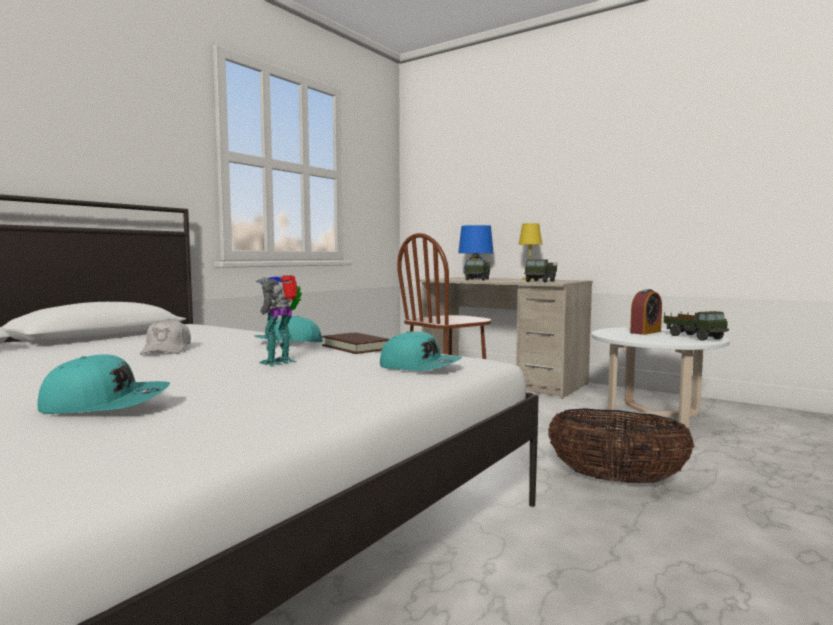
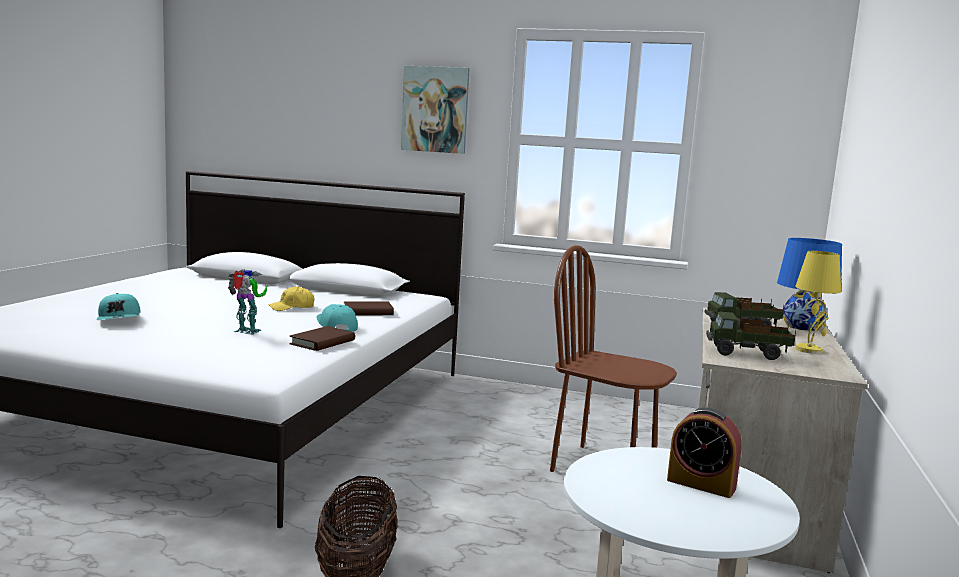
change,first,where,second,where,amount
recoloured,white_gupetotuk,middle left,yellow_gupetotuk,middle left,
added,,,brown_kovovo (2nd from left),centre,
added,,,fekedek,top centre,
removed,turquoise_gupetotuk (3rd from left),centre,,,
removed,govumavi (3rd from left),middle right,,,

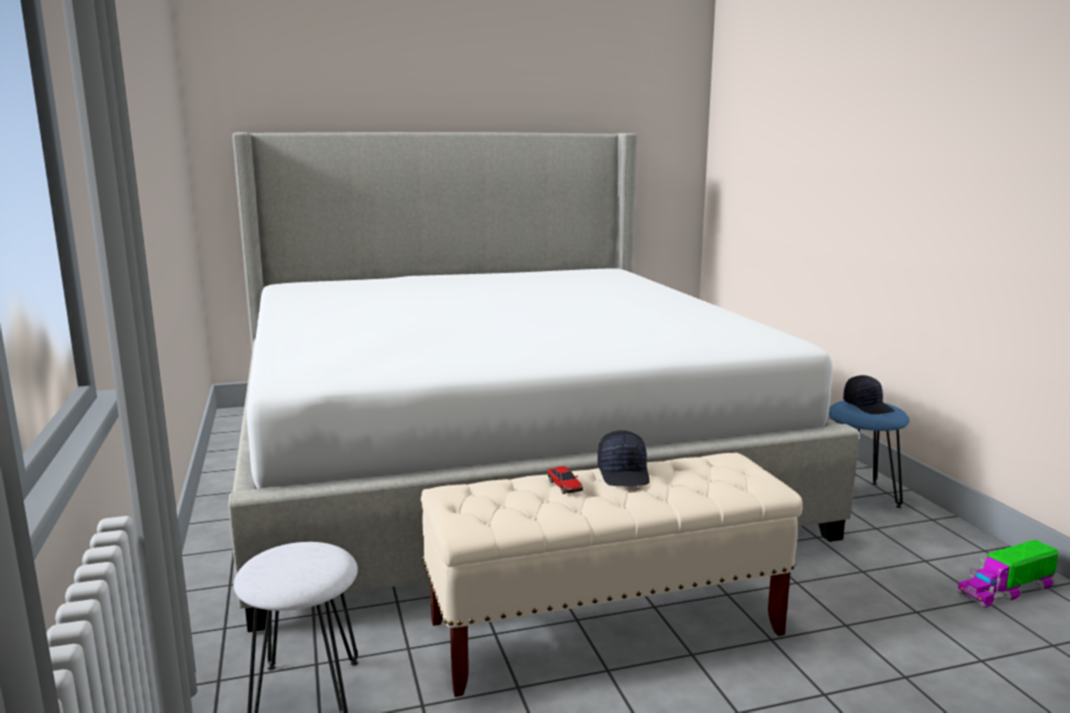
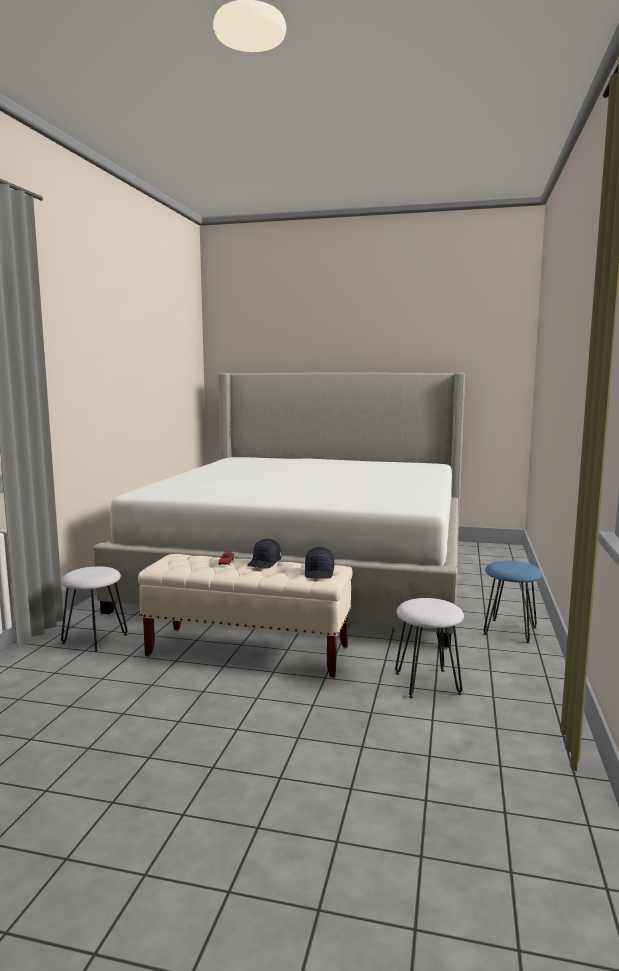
change,first,where,second,where,amount
moved,black_gupetotuk (2nd from left),middle right,,centre,
added,,,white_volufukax (2nd from left),bottom right,
removed,govumavi,bottom right,,,

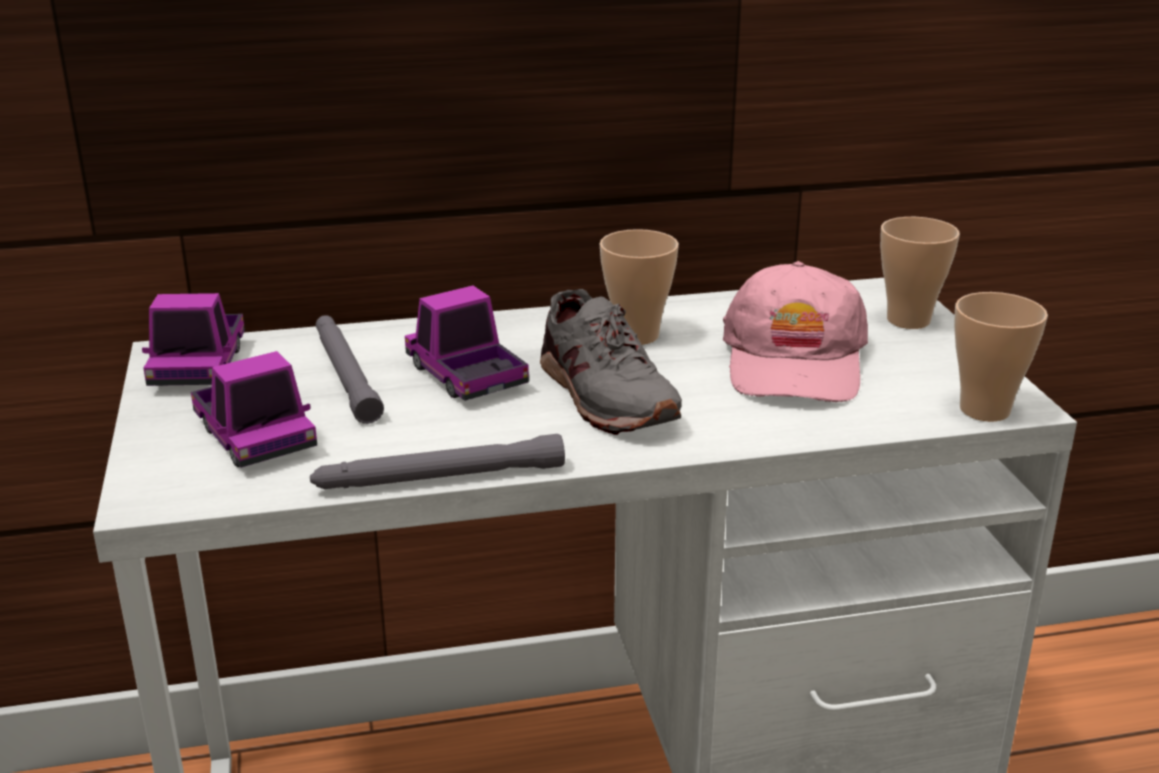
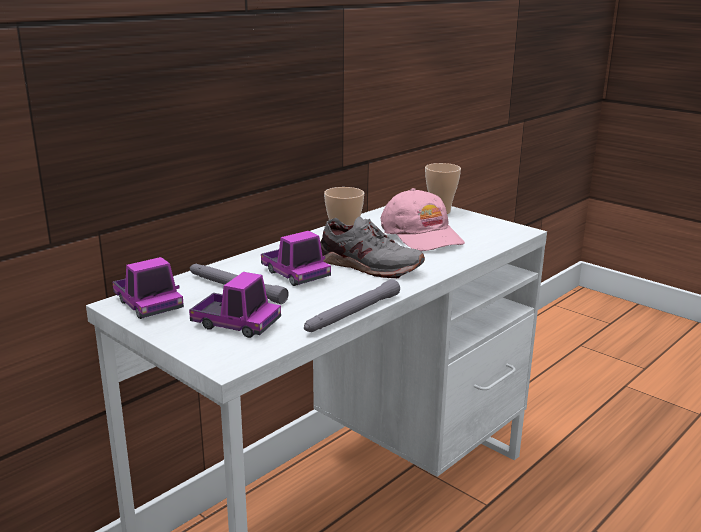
change,first,where,second,where,amount
turned,govumavi (3rd from left),centre,,centre,150 degrees counterclockwise
removed,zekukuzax (3rd from left),middle right,,,

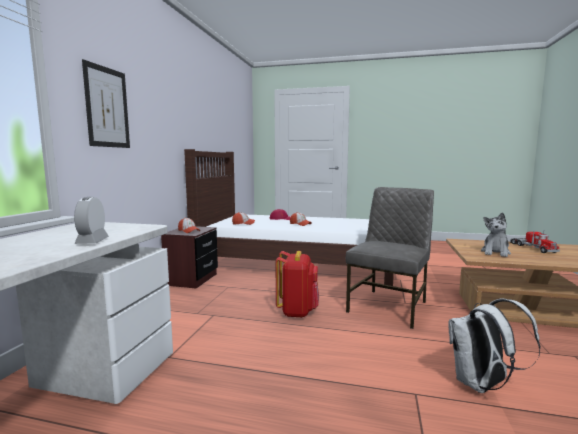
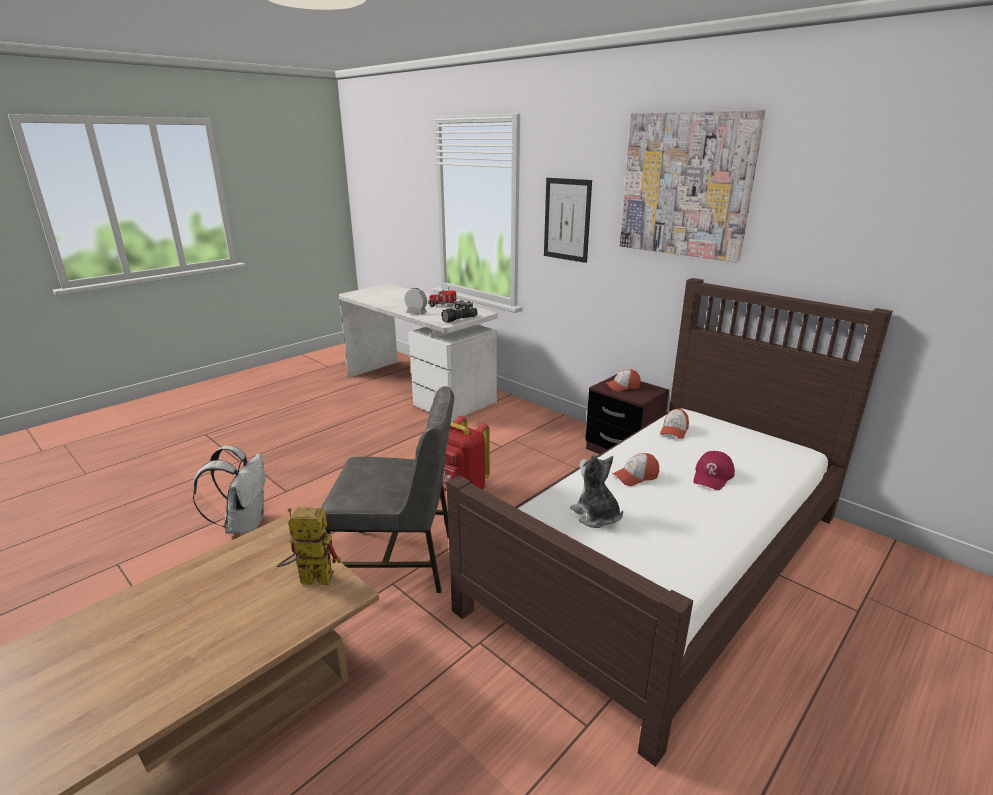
change,first,where,second,where,amount
added,,,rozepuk,bottom left,
turned,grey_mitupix,middle right,,centre,60 degrees counterclockwise
moved,govumavi,middle right,,centre,
added,,,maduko,centre,
moved,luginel,middle right,,centre,
added,,,fekedek (2nd from left),top right,

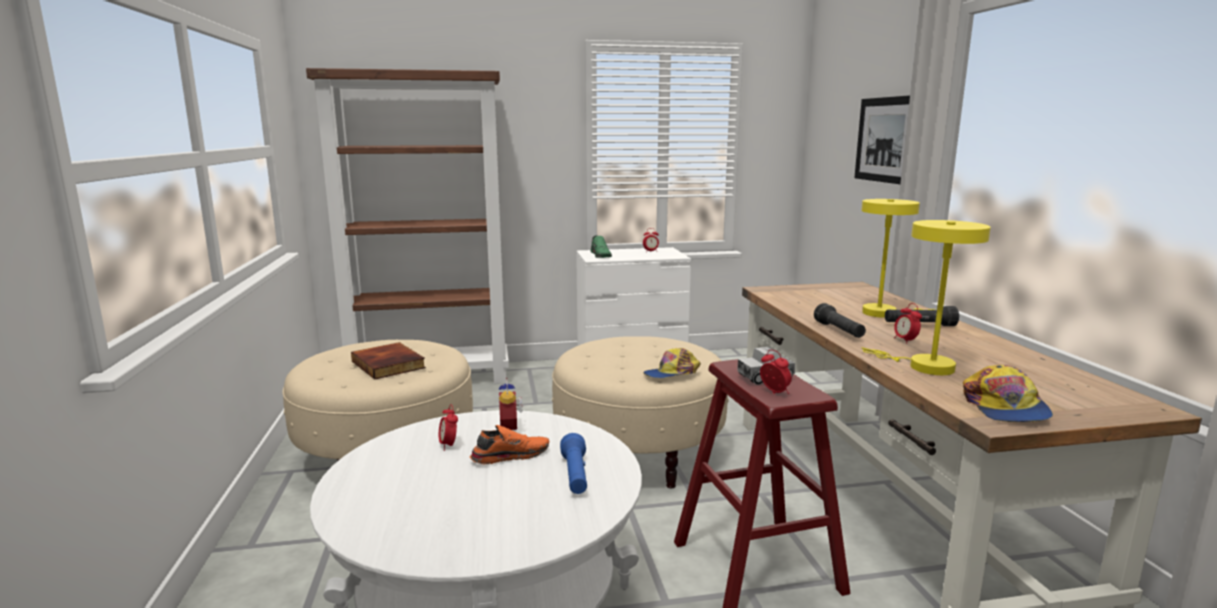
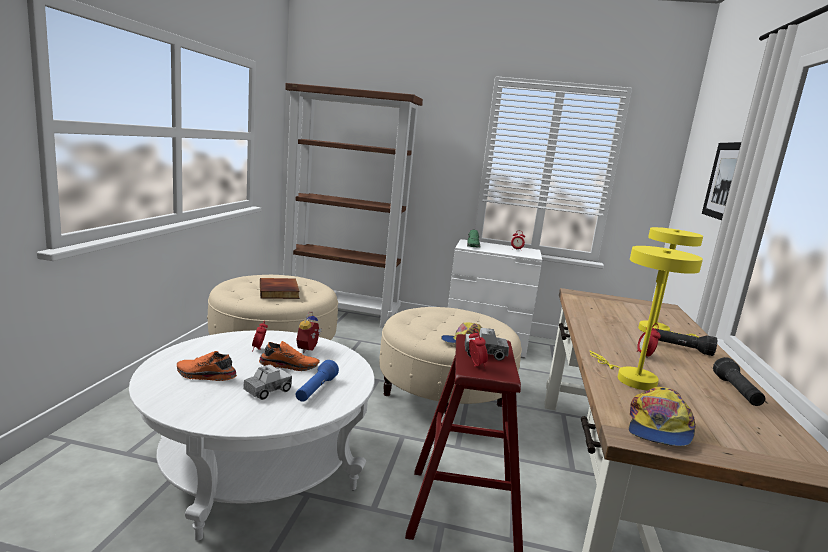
change,first,where,second,where,amount
added,,,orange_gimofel (1st from left),middle left,
added,,,govumavi (1st from left),bottom left,
moved,black_maduko (1st from left in the first image),middle right,black_maduko (2nd from left),bottom right,

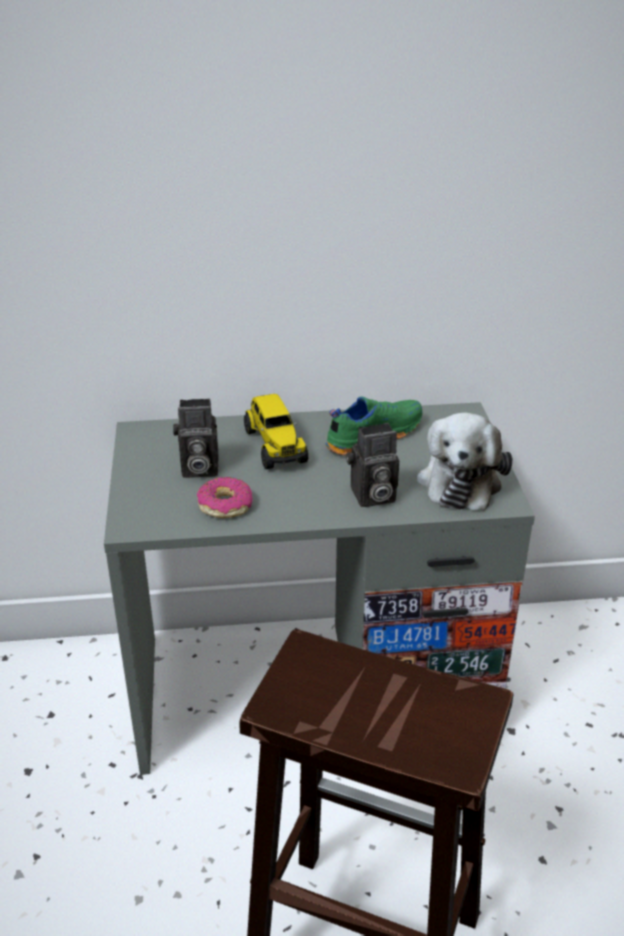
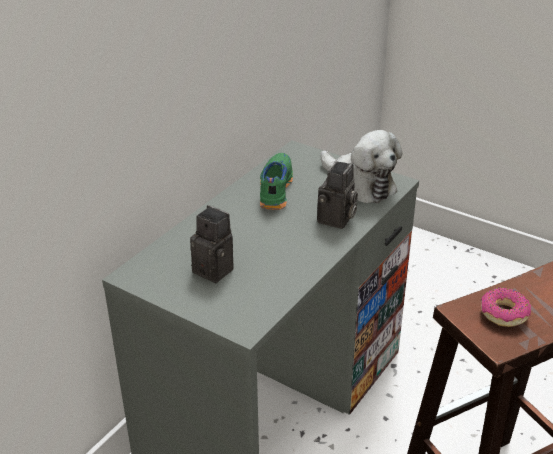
change,first,where,second,where,amount
turned,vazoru (1st from left),middle left,,centre,90 degrees counterclockwise
moved,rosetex,centre,,bottom right,
removed,govumavi,centre,,,

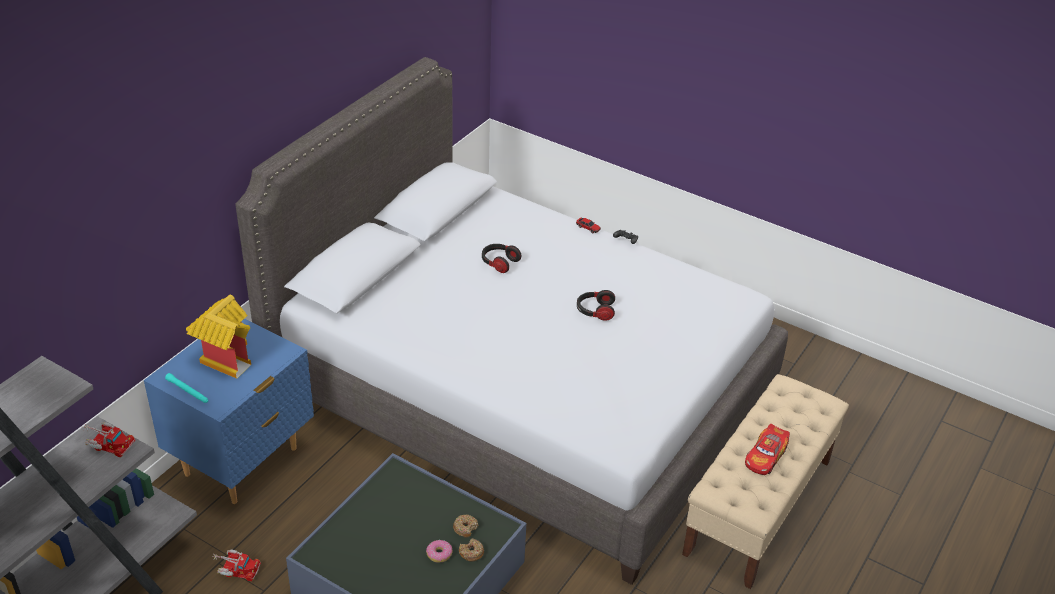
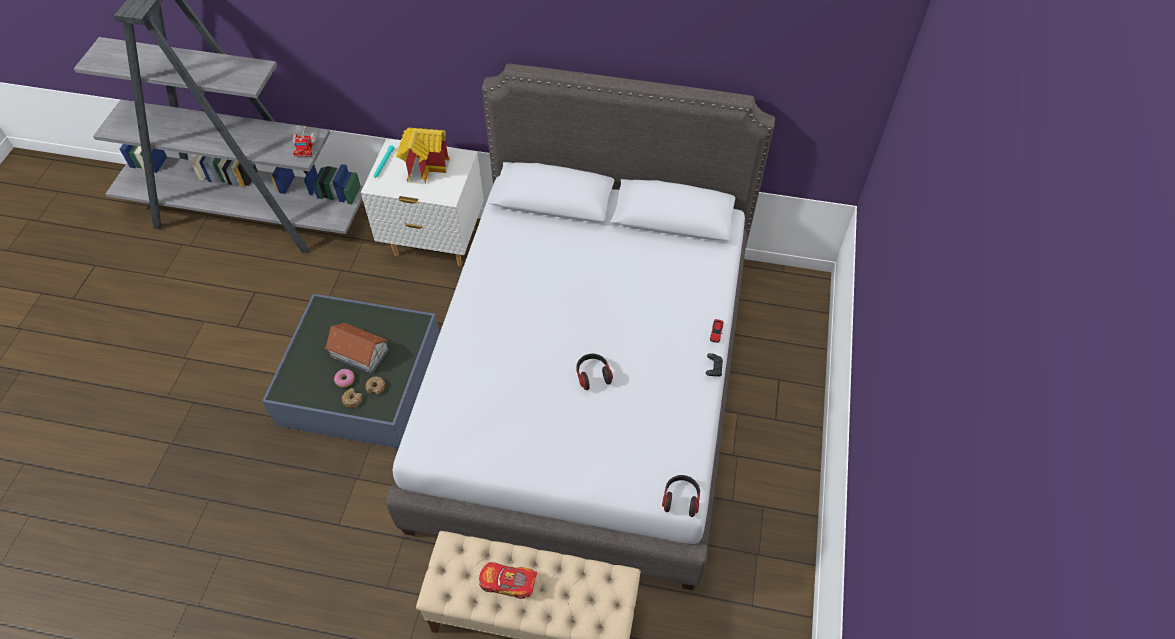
change,first,where,second,where,amount
added,,,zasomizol (1st from left),middle left,
recoloured,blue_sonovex,bottom left,white_sonovex,top centre,
moved,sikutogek (1st from left in the first image),centre,sikutogek (2nd from left),bottom centre,
removed,govumavi (2nd from left),bottom left,,,

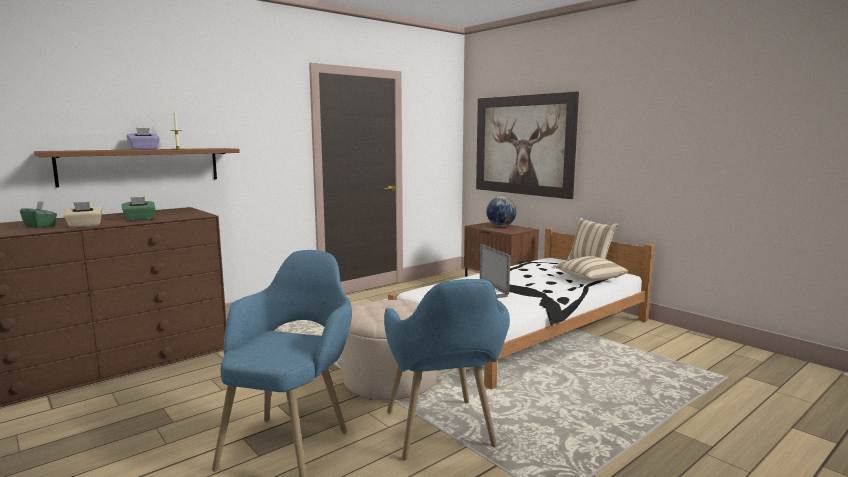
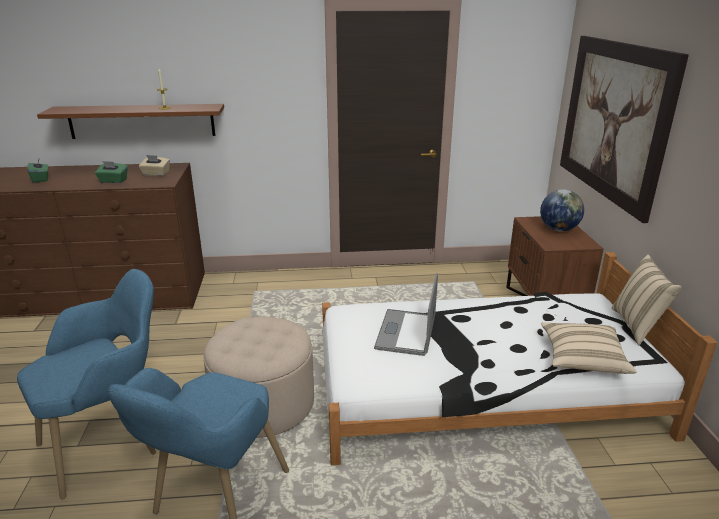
change,first,where,second,where,amount
moved,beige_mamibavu,middle left,,top left,
removed,purple_mamibavu,top left,,,

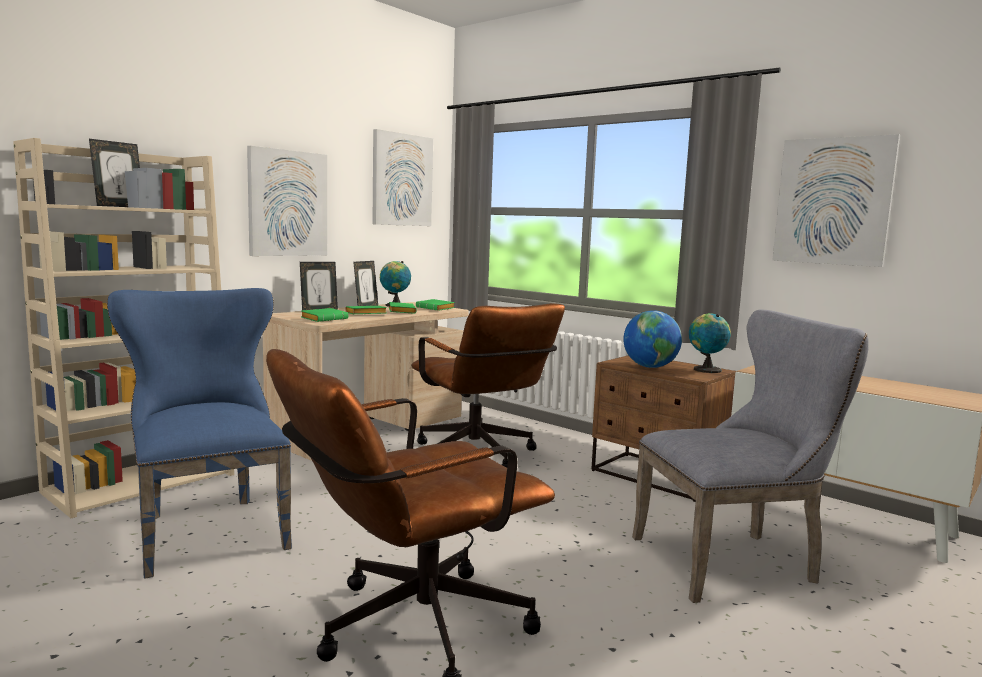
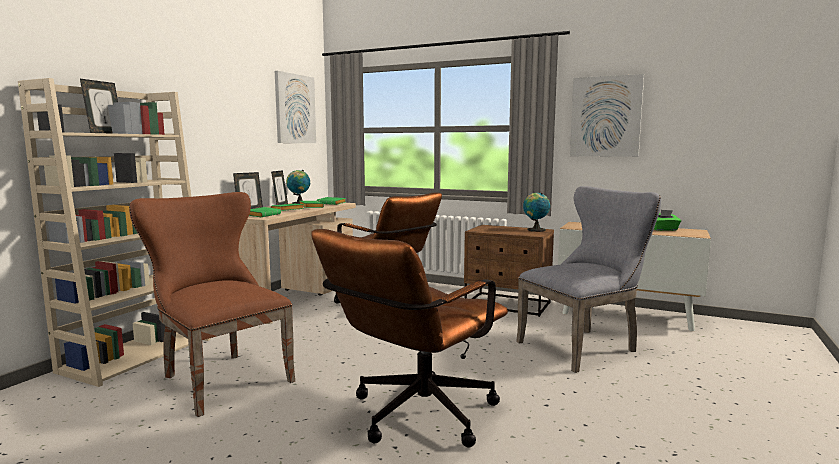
change,first,where,second,where,amount
recoloured,blue_mitupix,middle left,brown_mitupix,middle left,
added,,,green_mamibavu,middle right,
removed,fekedek (1st from left),top left,,,
removed,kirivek (2nd from left),centre,,,

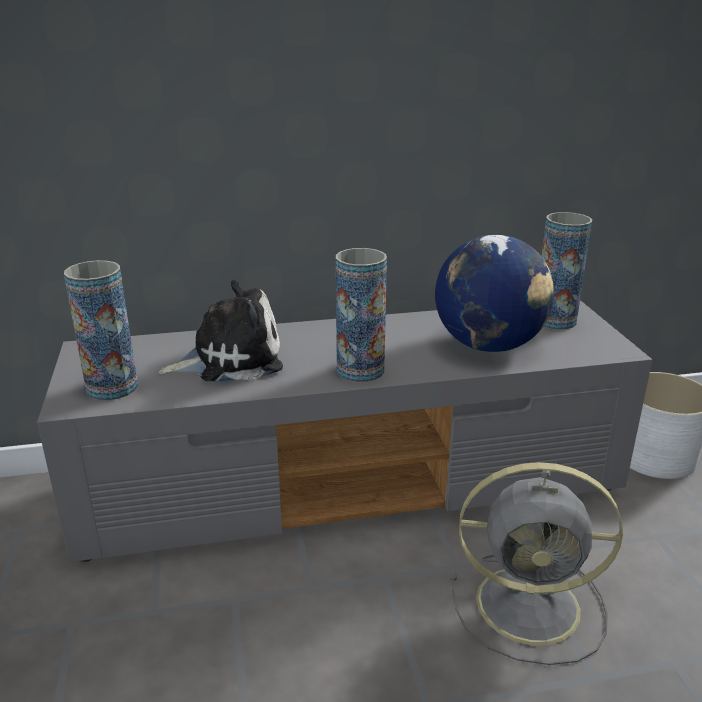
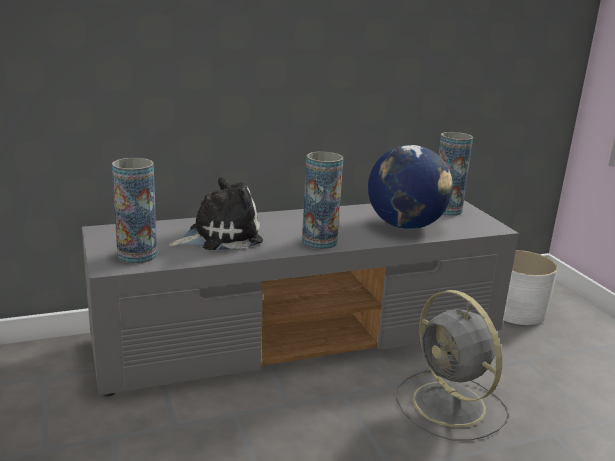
change,first,where,second,where,amount
turned,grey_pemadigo,bottom right,,bottom right,60 degrees clockwise

